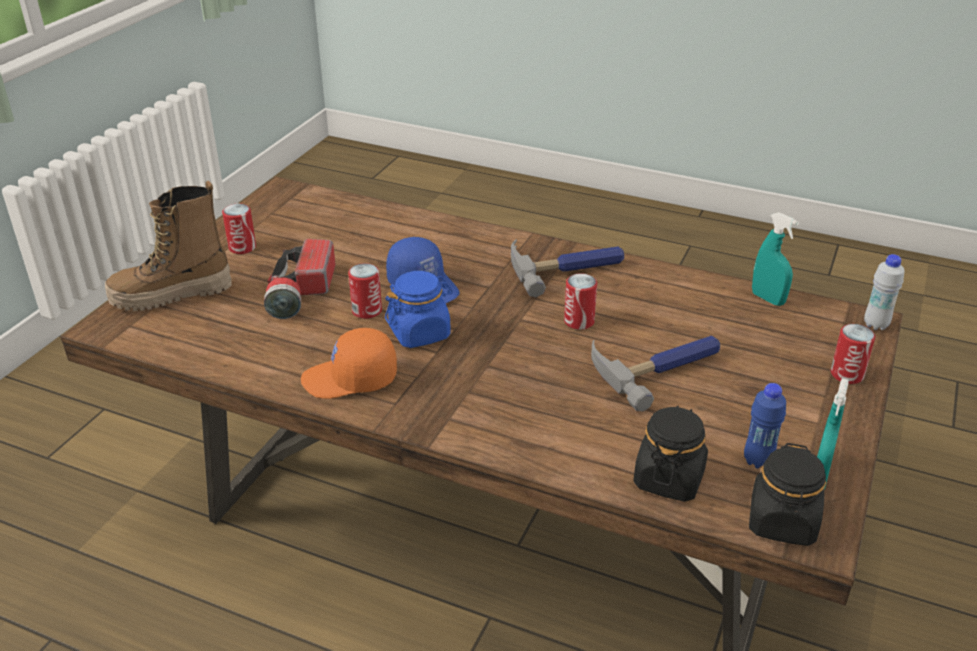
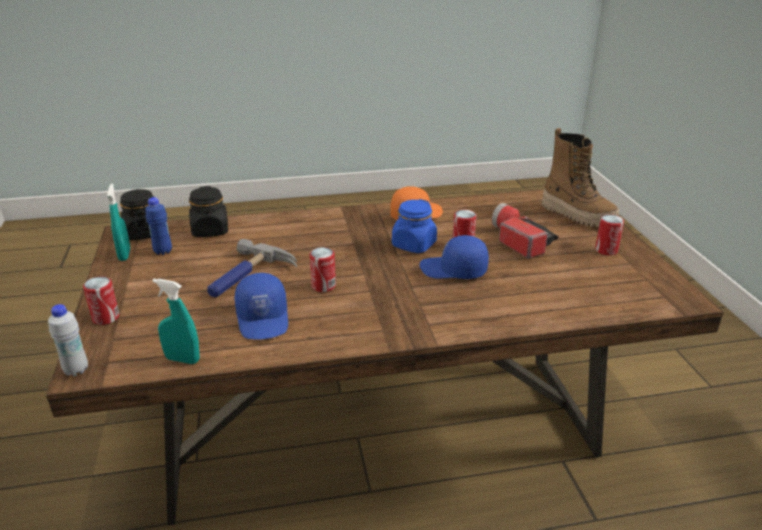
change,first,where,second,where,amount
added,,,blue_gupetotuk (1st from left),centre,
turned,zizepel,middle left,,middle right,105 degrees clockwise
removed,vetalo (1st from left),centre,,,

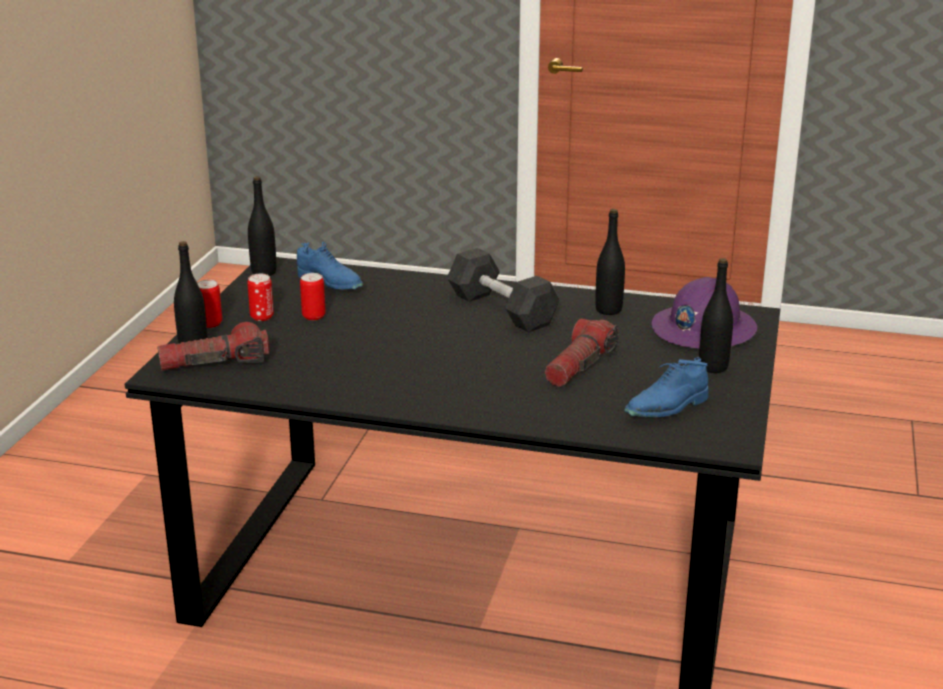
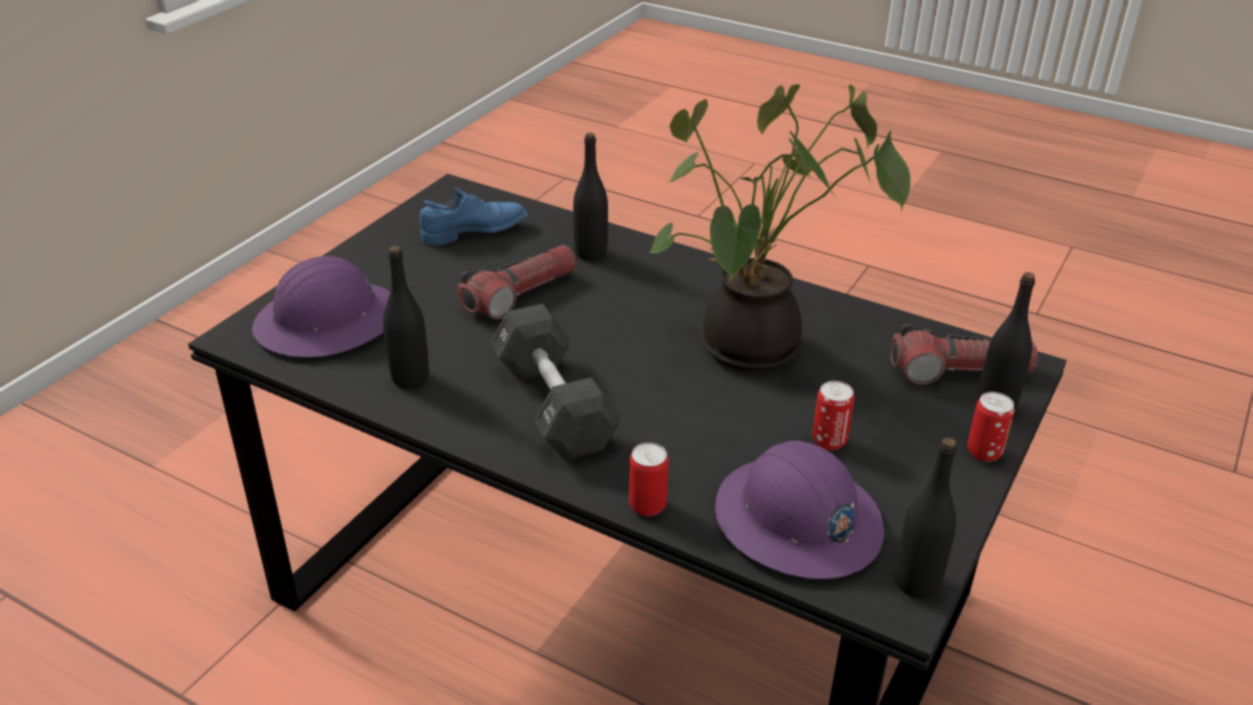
change,first,where,second,where,amount
moved,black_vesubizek (4th from left in the first image),middle right,black_vesubizek (2nd from left),top centre,
moved,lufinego (2nd from left in the first image),middle left,lufinego (1st from left),bottom centre,
added,,,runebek,top centre,
replaced,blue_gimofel (1st from left),centre,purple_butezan (2nd from left),bottom centre,

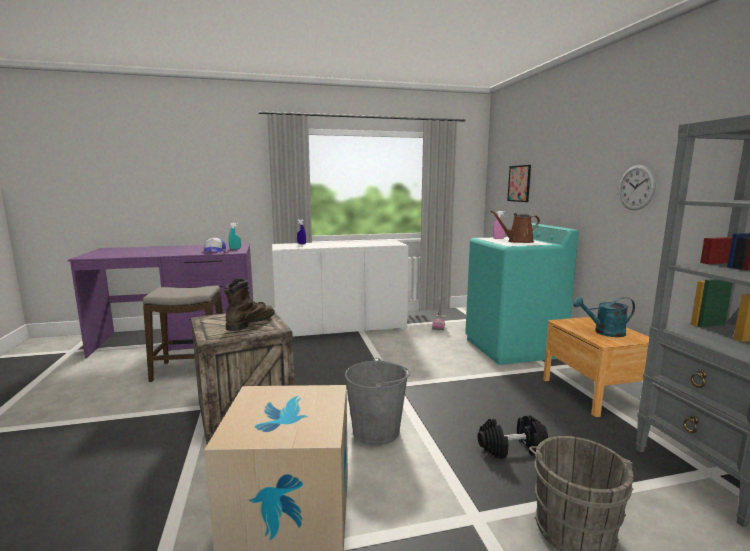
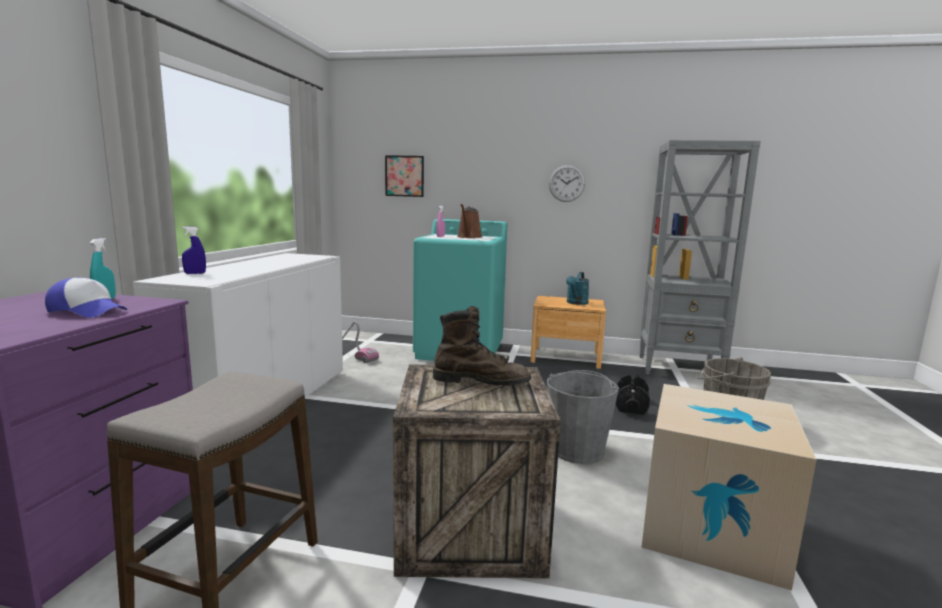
change,first,where,second,where,amount
turned,brown_zizepel,middle left,,centre,135 degrees clockwise

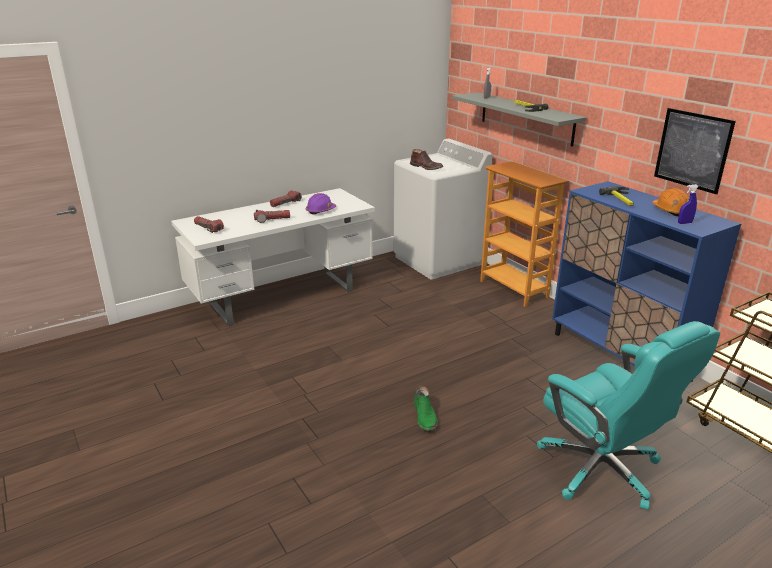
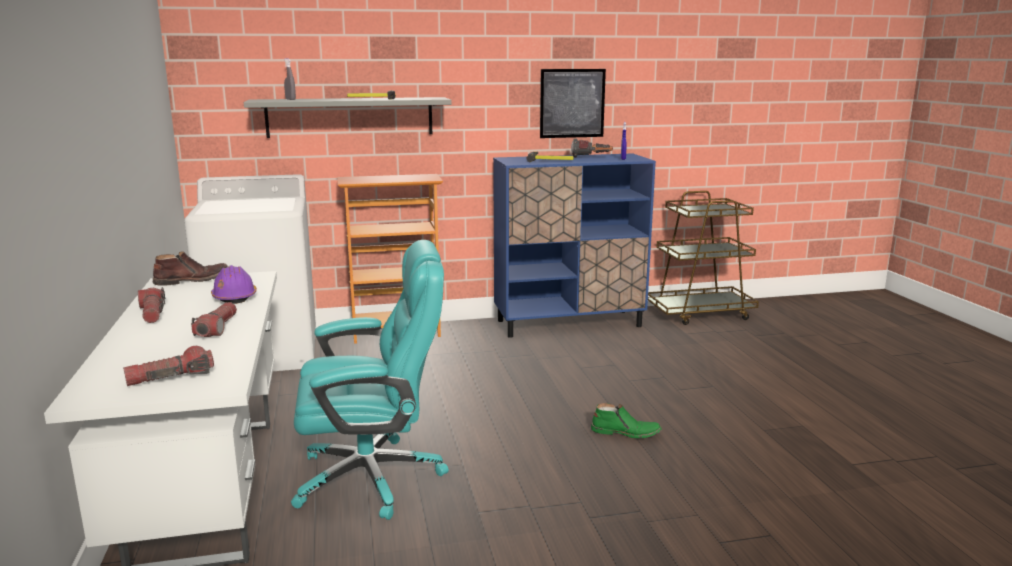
change,first,where,second,where,amount
moved,brown_zizepel,top centre,,middle left,
moved,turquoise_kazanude,bottom right,,bottom centre,
replaced,orange_butezan,middle right,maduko (4th from left),top centre,

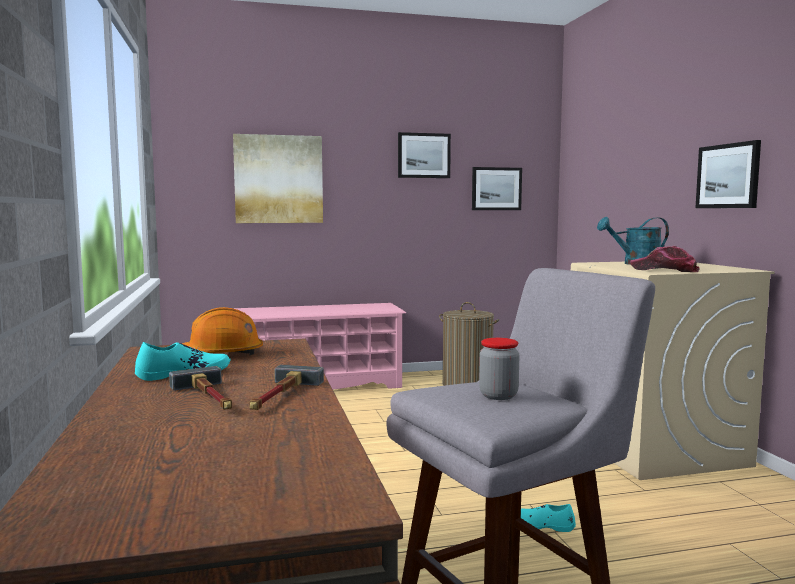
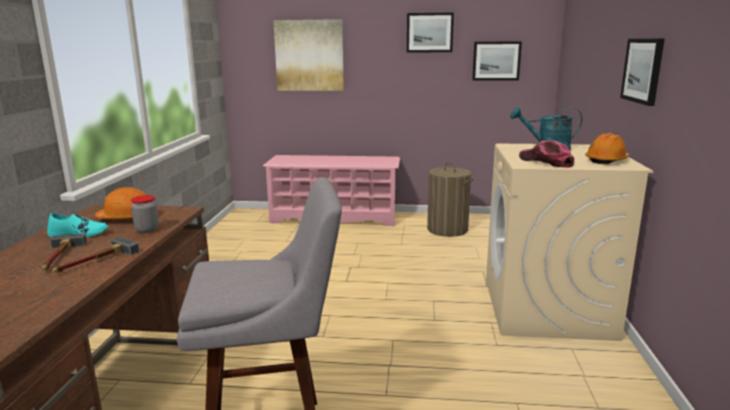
change,first,where,second,where,amount
moved,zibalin,centre,,middle left,
added,,,orange_butezan (2nd from left),middle right,
removed,turquoise_gimofel (2nd from left),bottom right,,,

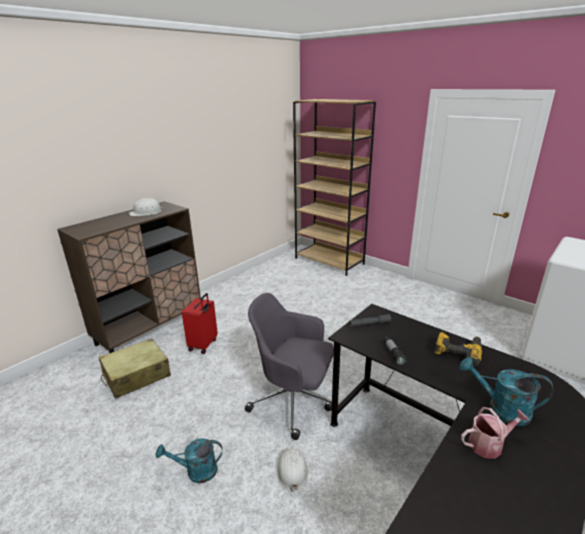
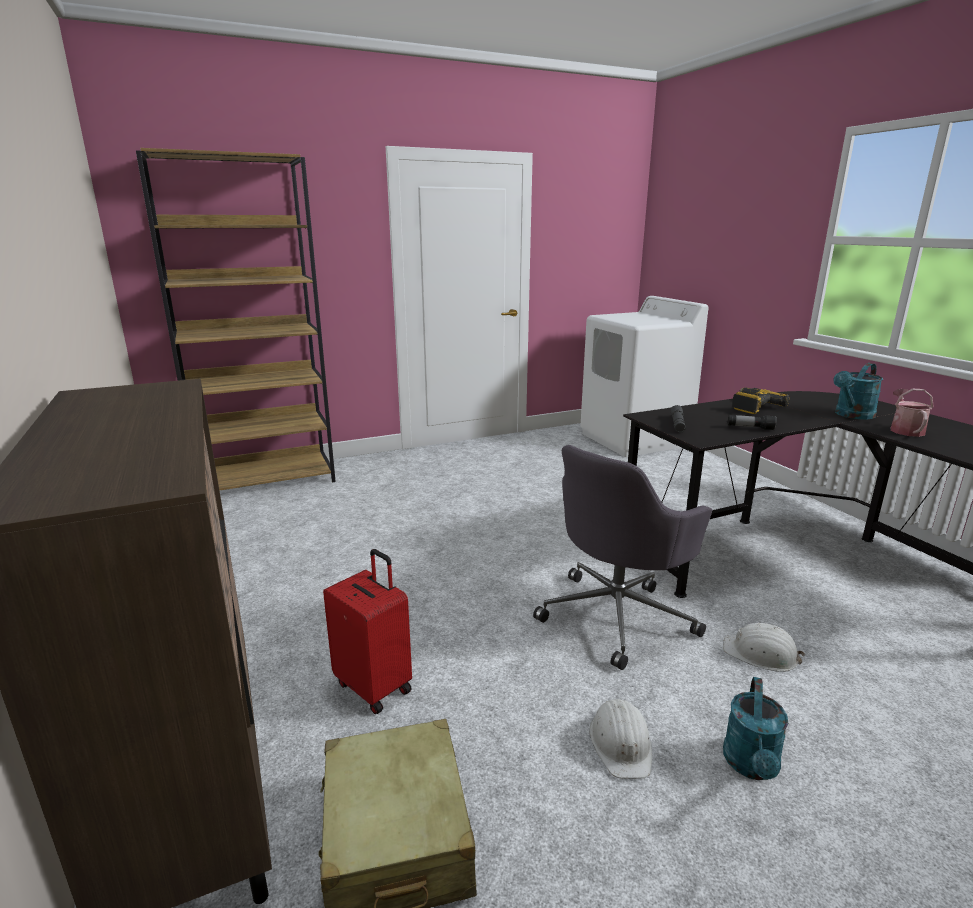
change,first,where,second,where,amount
moved,white_butezan (1st from left),middle left,,bottom centre,

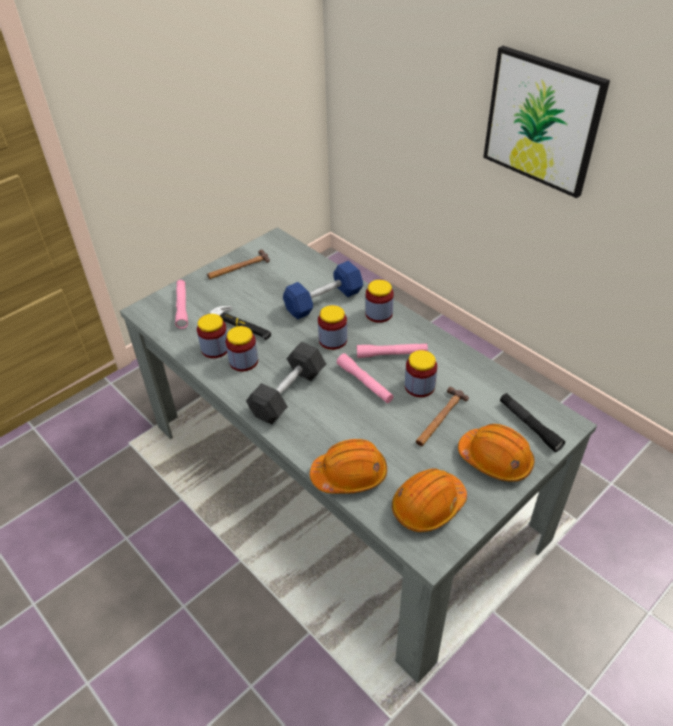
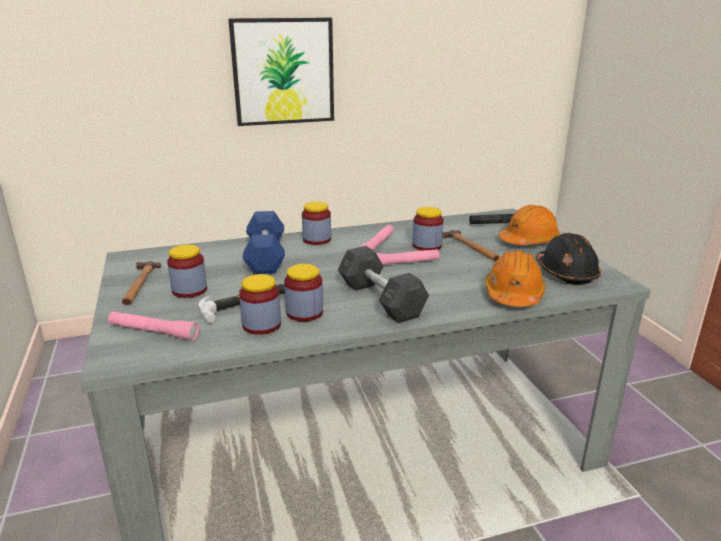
change,first,where,second,where,amount
moved,zibalin (3rd from left in the first image),centre,zibalin (1st from left),middle left,
recoloured,orange_butezan (2nd from left),bottom centre,black_butezan,middle right,

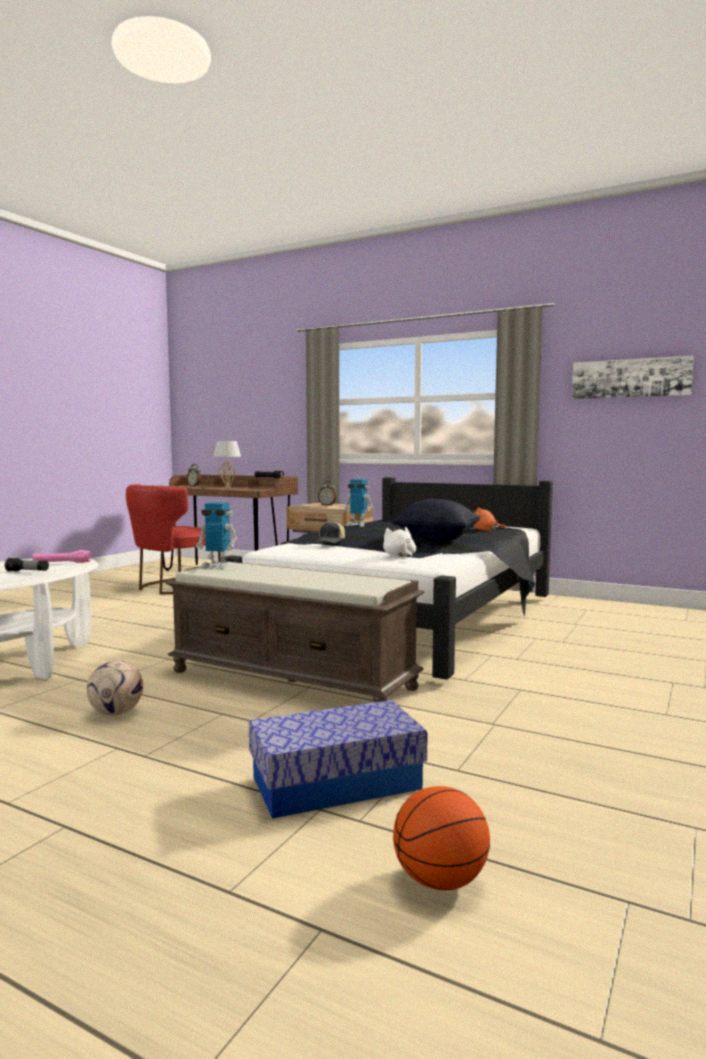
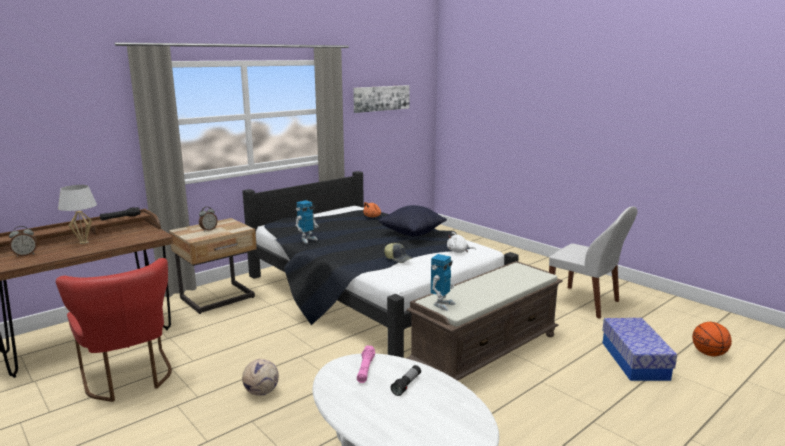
change,first,where,second,where,amount
moved,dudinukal,middle left,,bottom left,
added,,,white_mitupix,middle right,

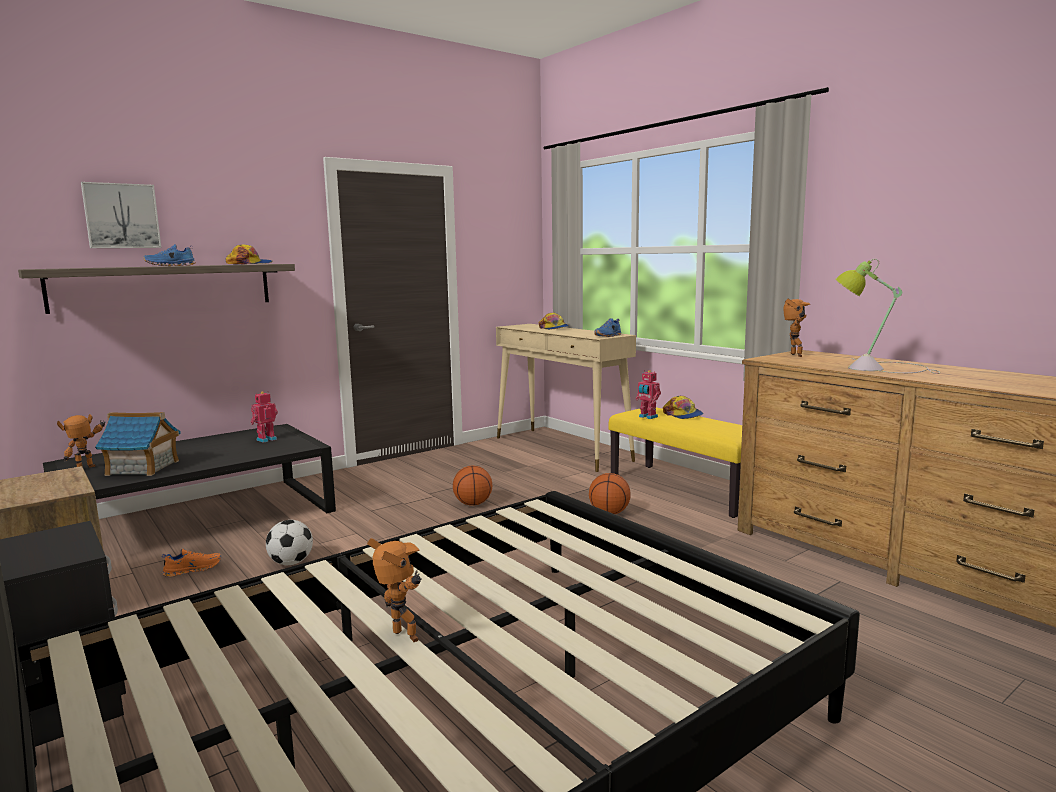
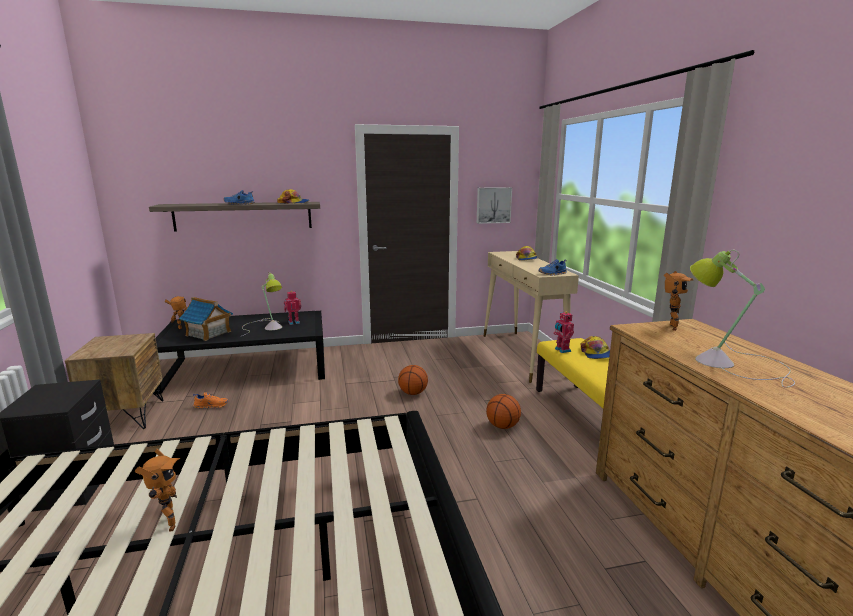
change,first,where,second,where,amount
added,,,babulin (1st from left),middle left,
moved,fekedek,top left,,top centre,
removed,dudinukal,bottom left,,,

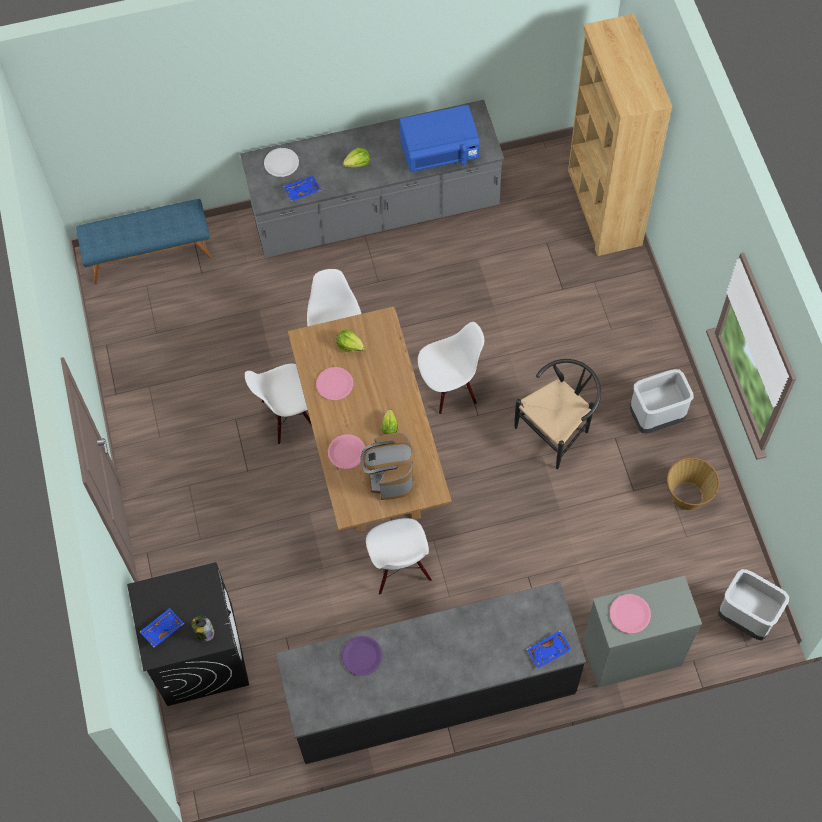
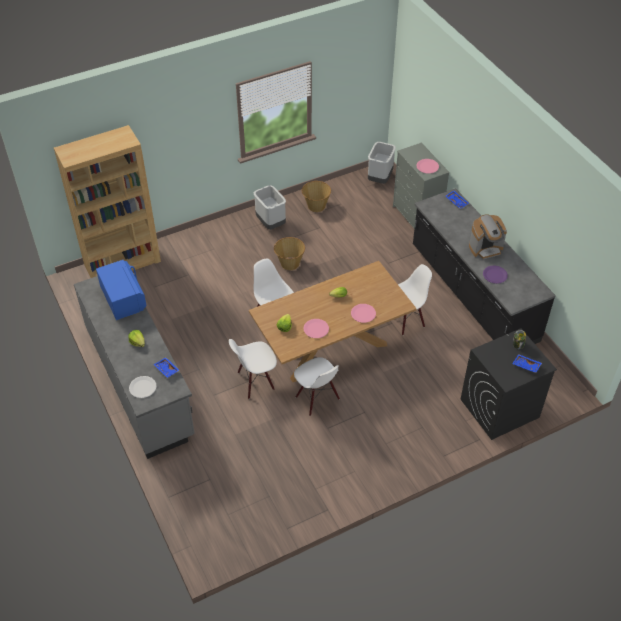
change,first,where,second,where,amount
replaced,black_mitupix,middle right,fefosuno (1st from left),centre,
moved,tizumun,centre,,middle right,
removed,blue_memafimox,top left,,,

